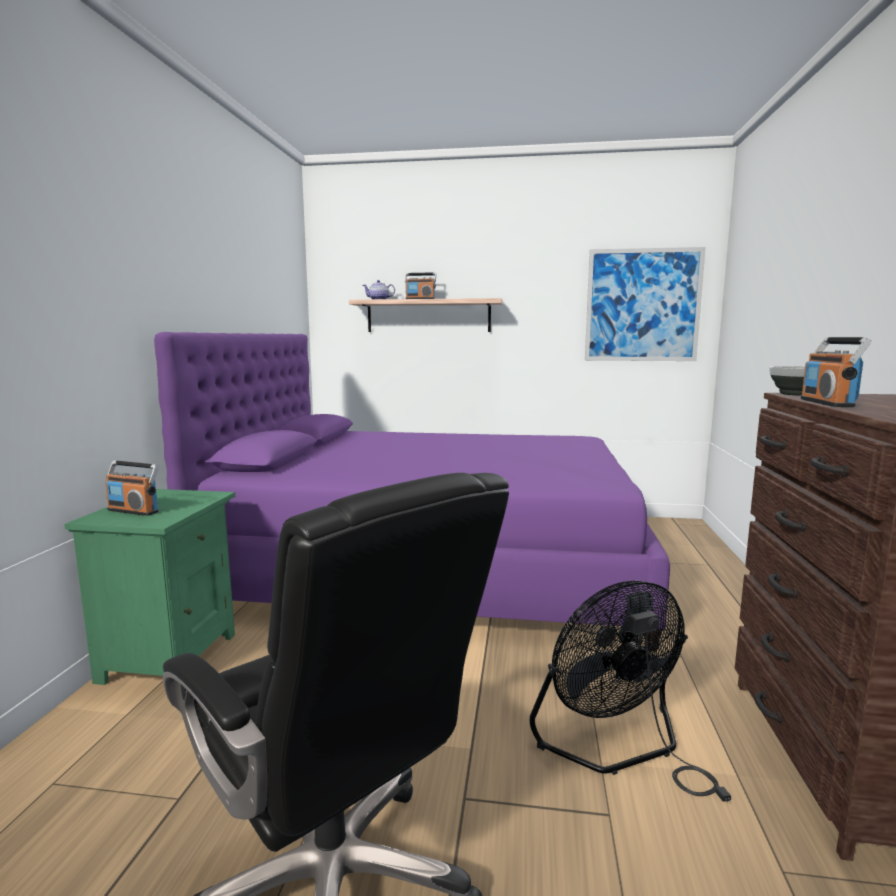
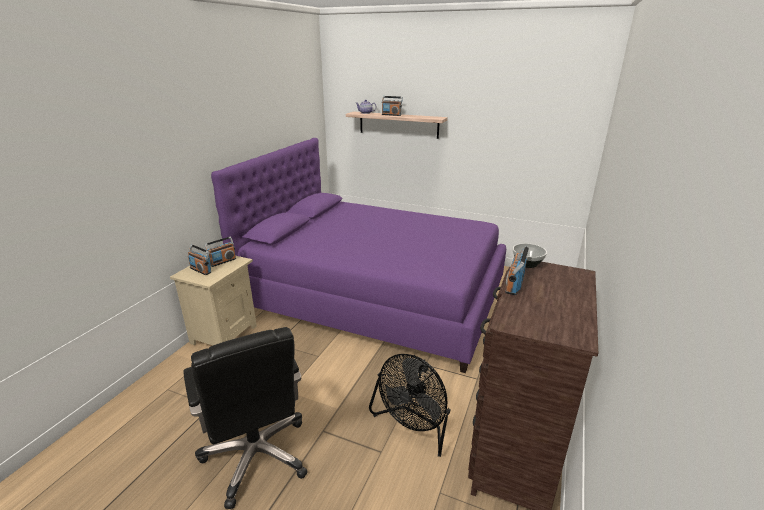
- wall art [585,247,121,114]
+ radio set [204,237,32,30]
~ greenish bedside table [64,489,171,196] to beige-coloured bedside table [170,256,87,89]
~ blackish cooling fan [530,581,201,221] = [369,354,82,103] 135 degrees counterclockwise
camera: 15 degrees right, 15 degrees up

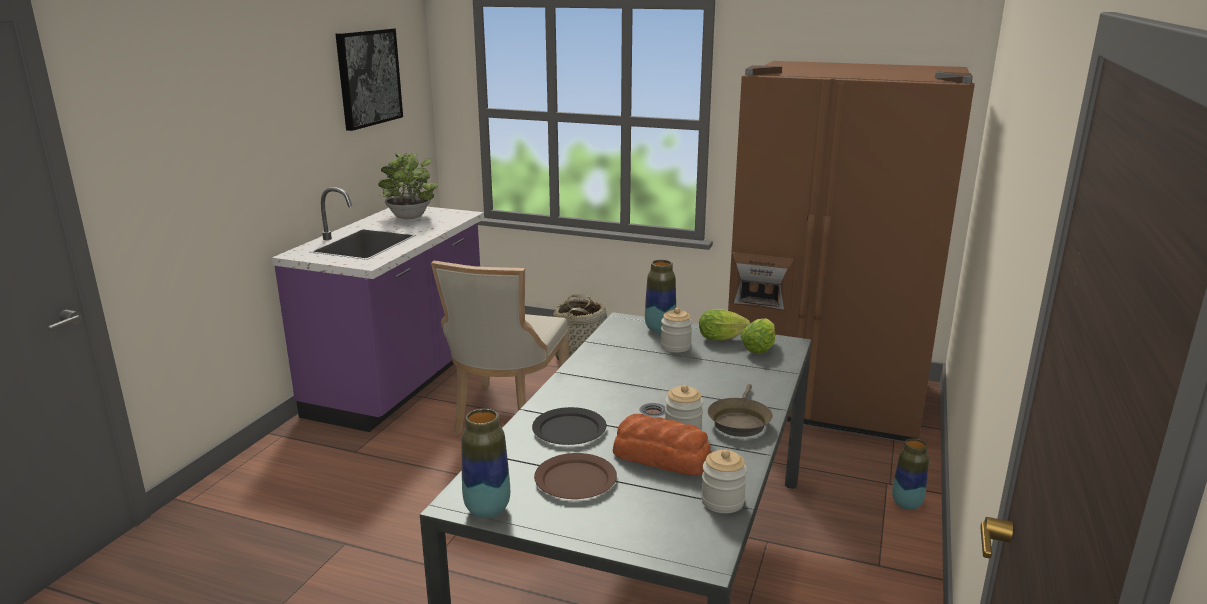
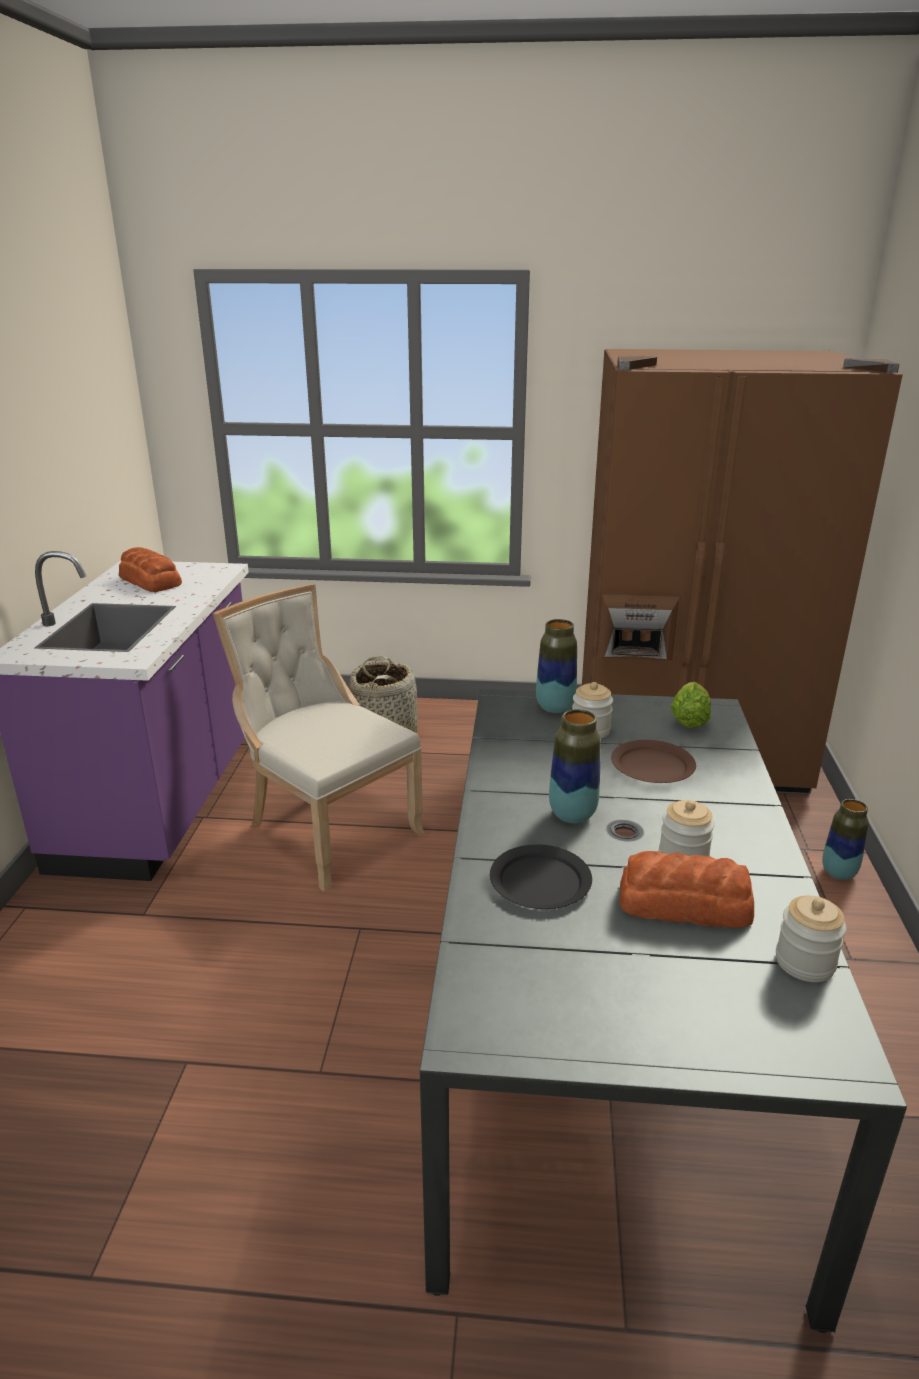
- wall art [336,28,67,103]
- lettuce head [699,309,51,31]
- brown skillet [708,384,65,53]
~ vase [461,409,49,109] to [549,709,52,114]
~ brown plate [534,453,83,46] to [611,740,85,43]
~ plant in a pot [378,153,60,66] to bakery bread [119,547,63,45]
~ beige-coloured chair [431,261,138,175] = [213,584,212,308] 135 degrees clockwise
camera: 15 degrees left, 5 degrees up

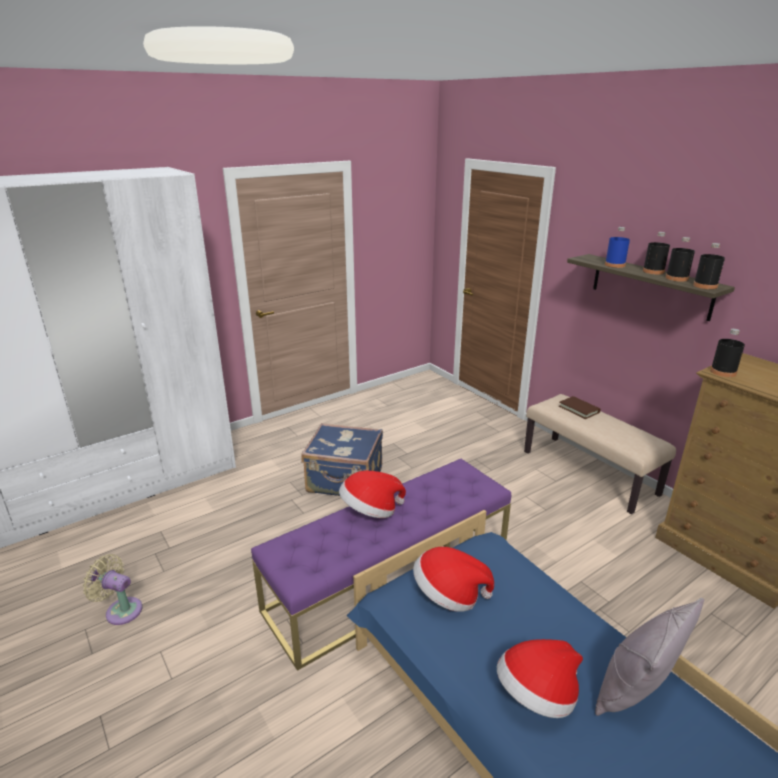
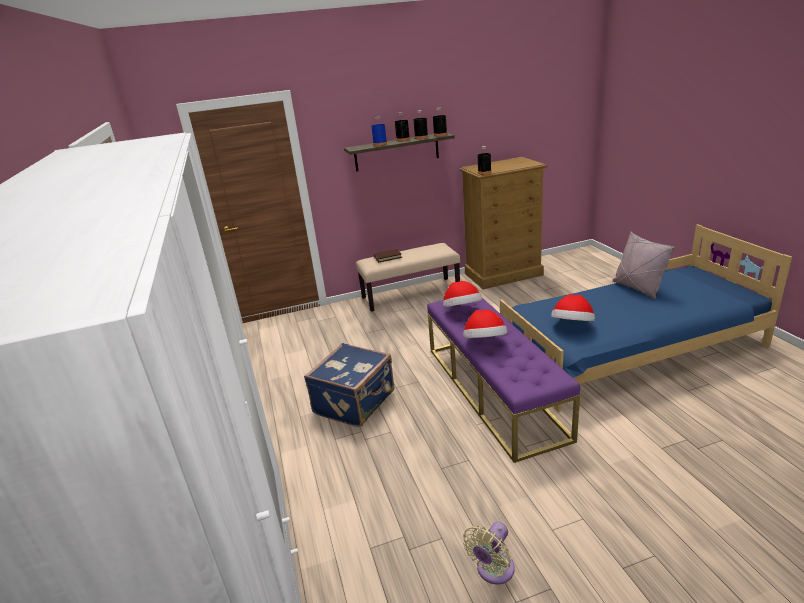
~ clothing hat [497,639,86,79] to [443,281,39,26]
camera: 70 degrees left, 0 degrees up

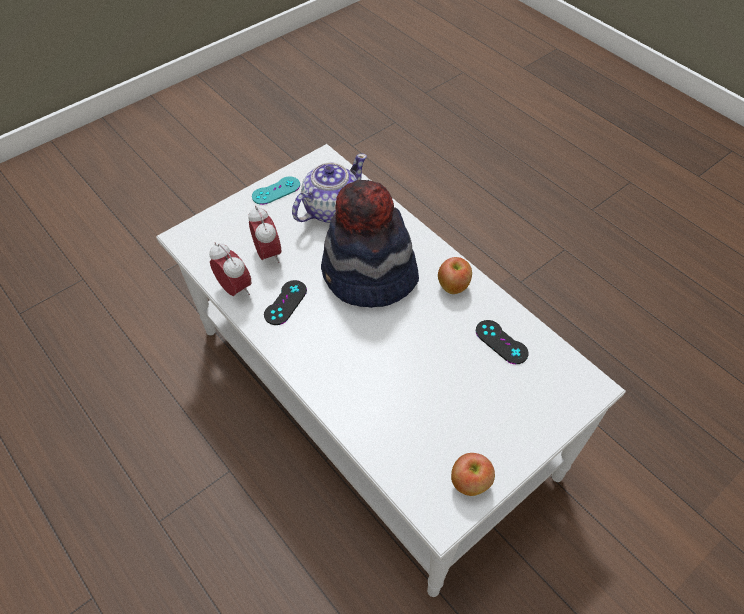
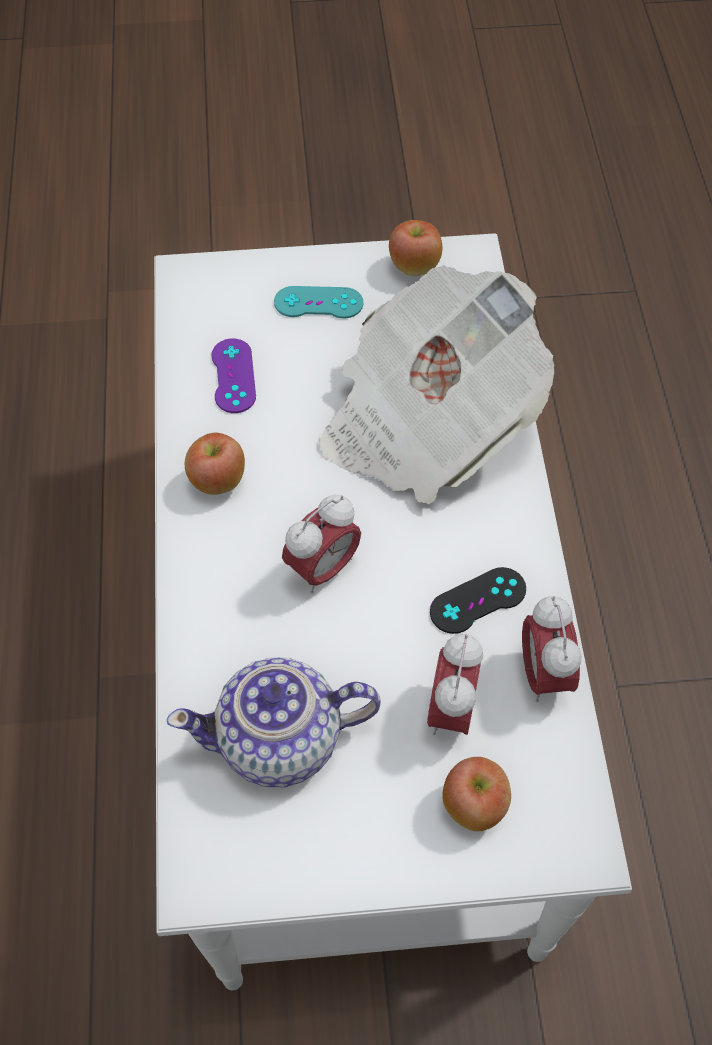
+ daily paper [319,265,235,239]
+ whole apple [442,757,69,74]
~ turquoise game controller [252,176,48,29] to [274,286,90,33]
~ clothing hat [321,180,98,128] to alarm clock [282,495,79,99]
~ blackish game controller [476,320,53,44] to purplish game controller [211,339,45,74]
camera: 145 degrees left, 5 degrees up

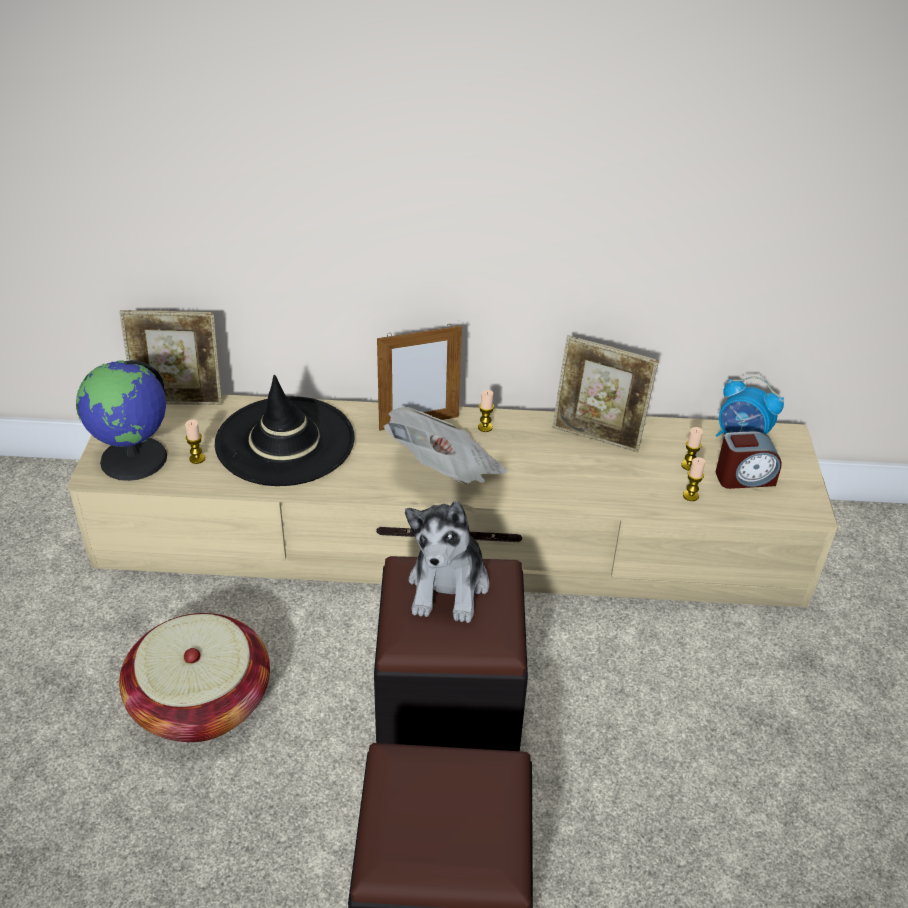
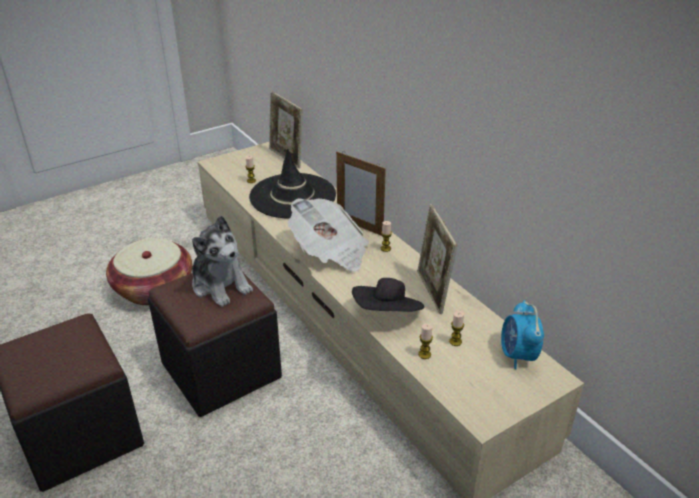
- world globe [76,360,91,121]
- alarm clock [716,431,66,58]
+ blackish clothing hat [352,278,72,34]
~ plush toy [405,501,84,122] = [192,215,61,92] 105 degrees counterclockwise
camera: 55 degrees right, 5 degrees down

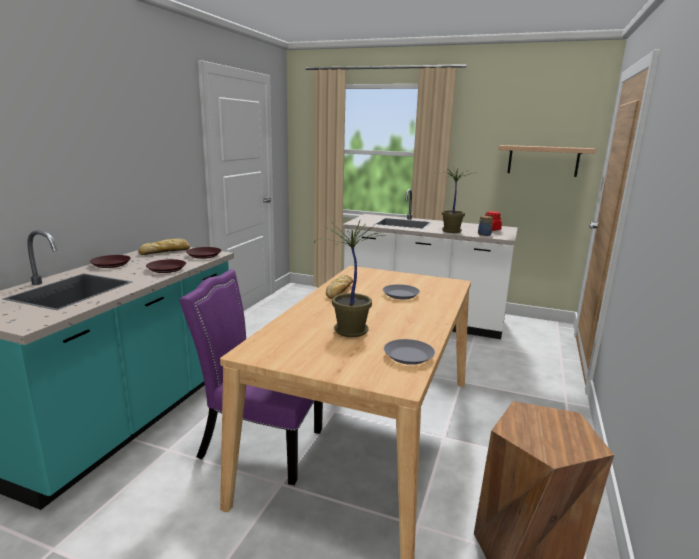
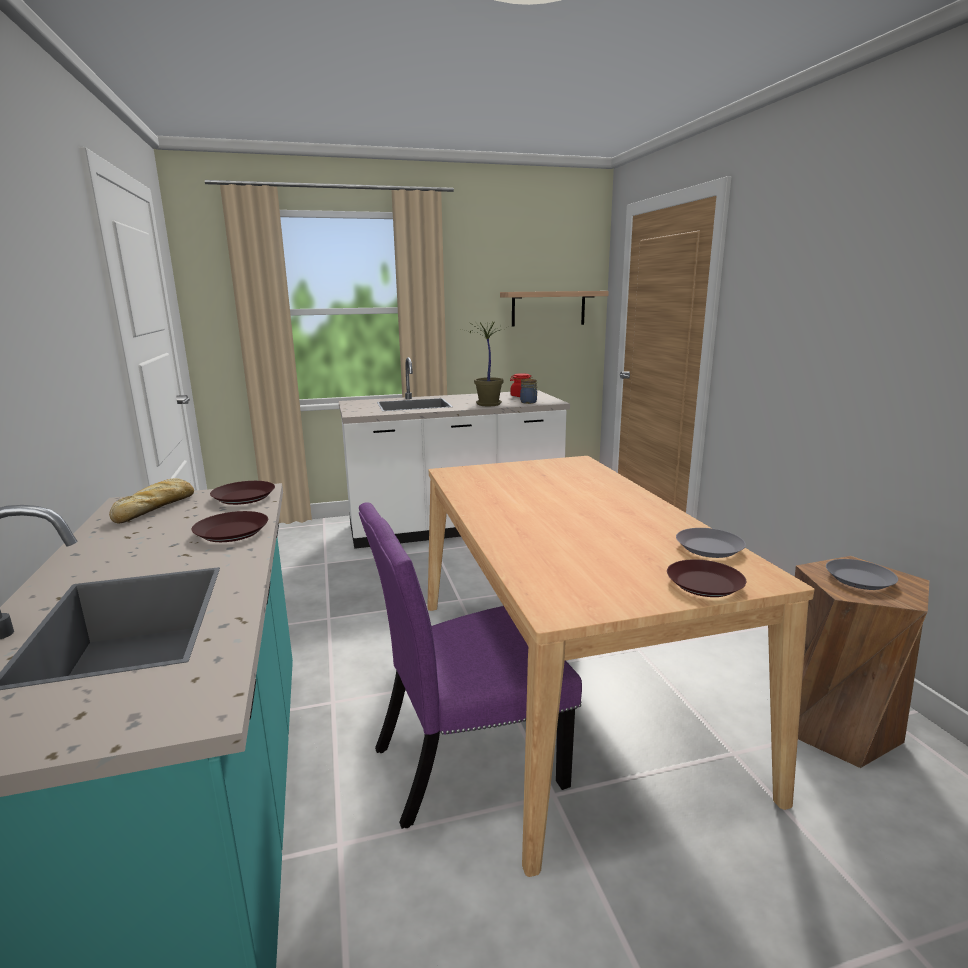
- plant in a pot [314,220,73,117]
- bakery bread [326,275,27,24]
~ brown plate [90,255,41,13] to [667,559,79,38]
~ greyish plate [383,284,37,16] to [826,559,72,31]
camera: 35 degrees left, 0 degrees up

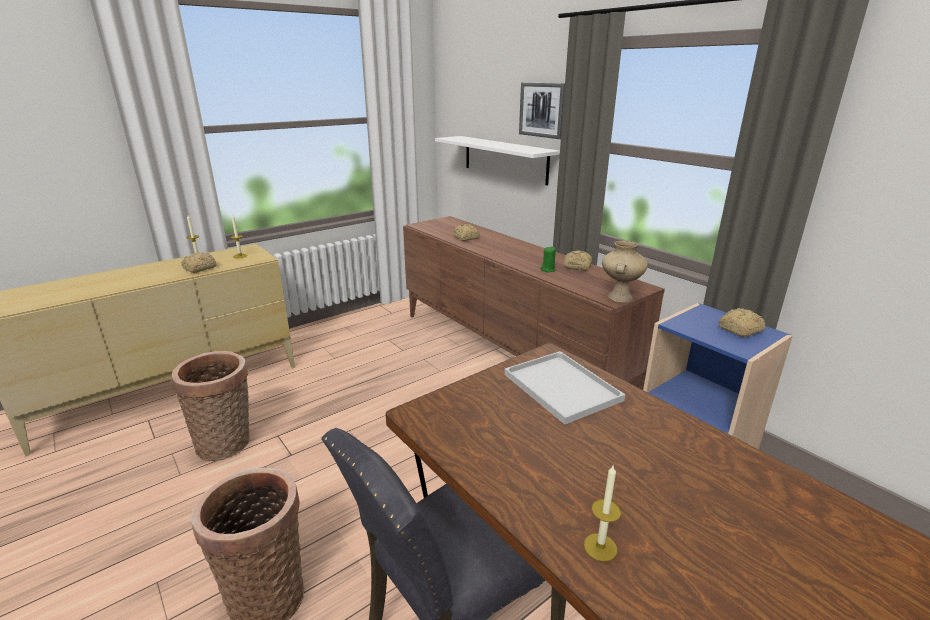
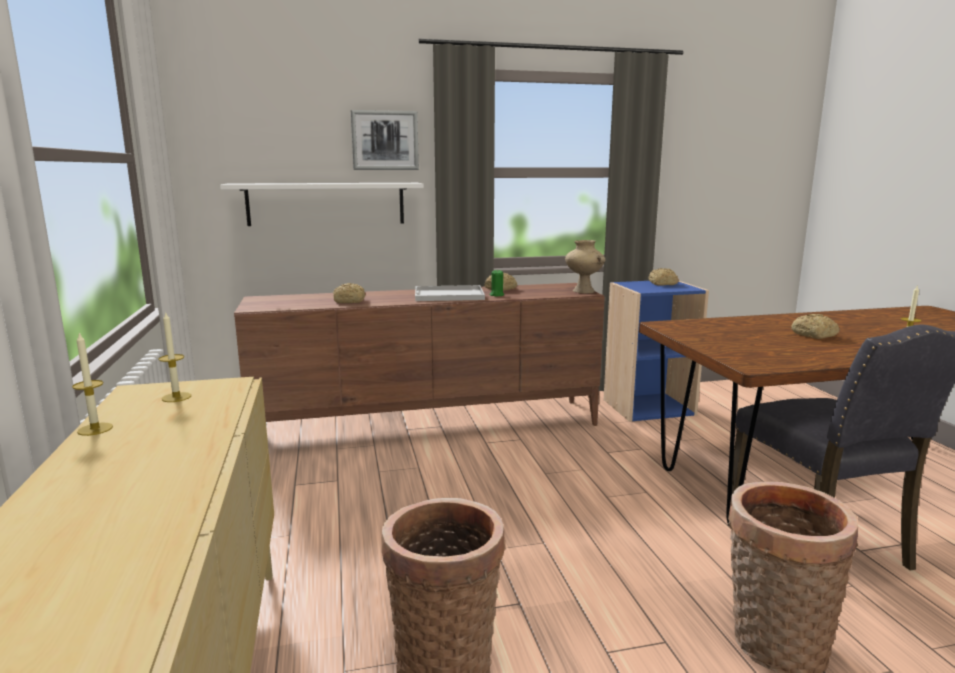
~ bakery bread [181,252,35,21] to [791,314,49,25]
~ white-coloured carrying tray [504,351,121,74] to [415,285,70,16]
camera: 65 degrees left, 10 degrees down

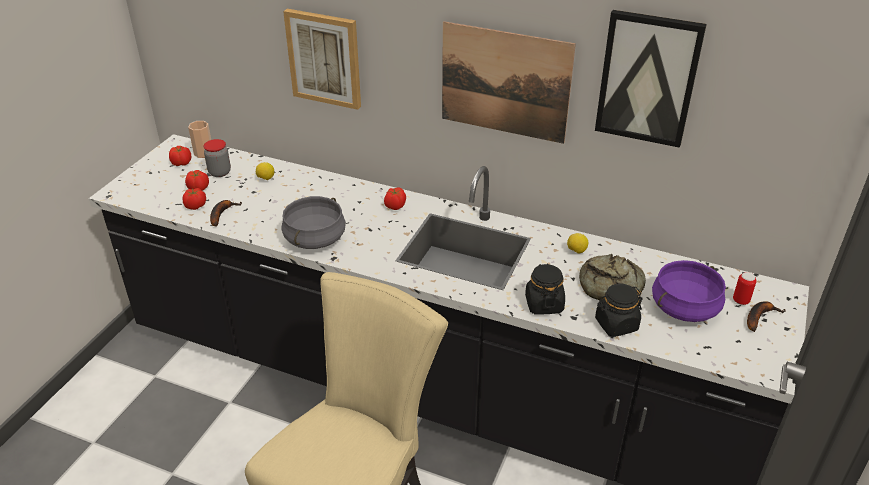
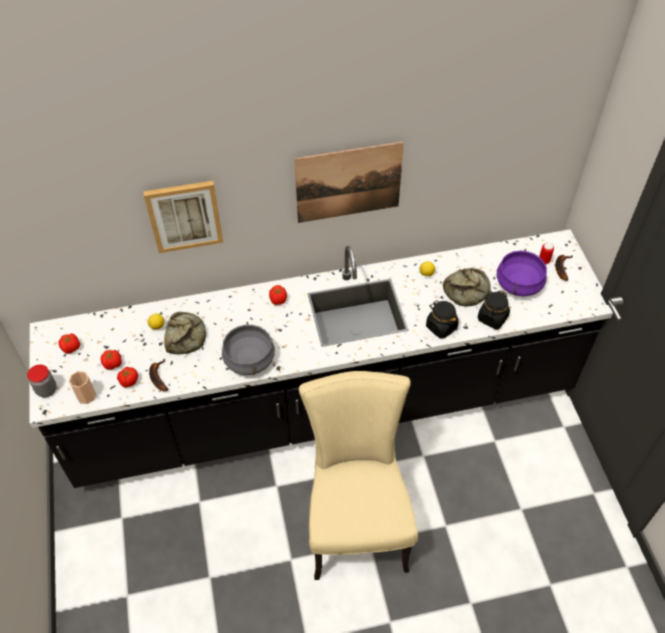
- wall art [595,10,112,138]
+ bakery bread [164,312,42,42]
~ drinking cup [188,121,23,37] to [69,371,27,33]
~ storage jar [204,139,27,38] to [27,364,30,33]
camera: 35 degrees left, 15 degrees up

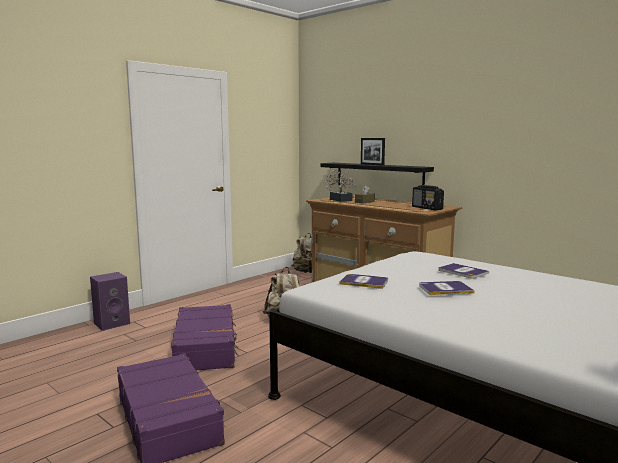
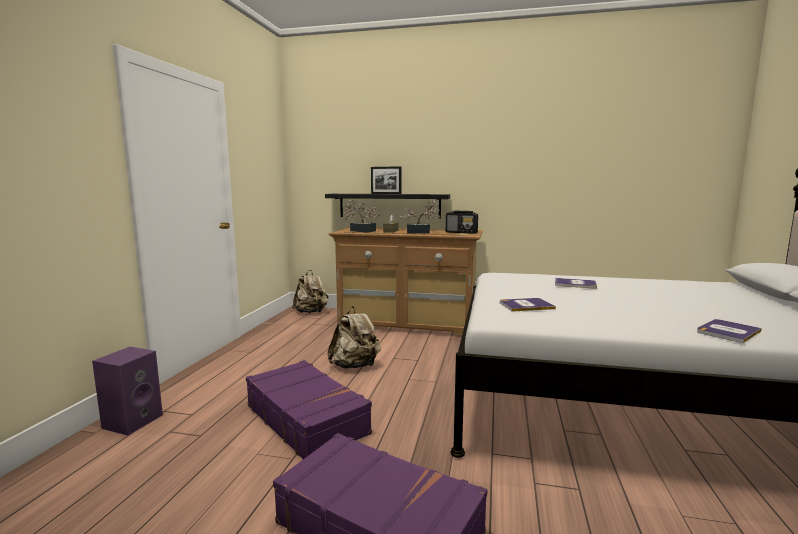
+ plant in a pot [400,201,40,33]
~ bound book [419,281,56,14] to [697,319,65,24]
camera: 30 degrees left, 0 degrees up

